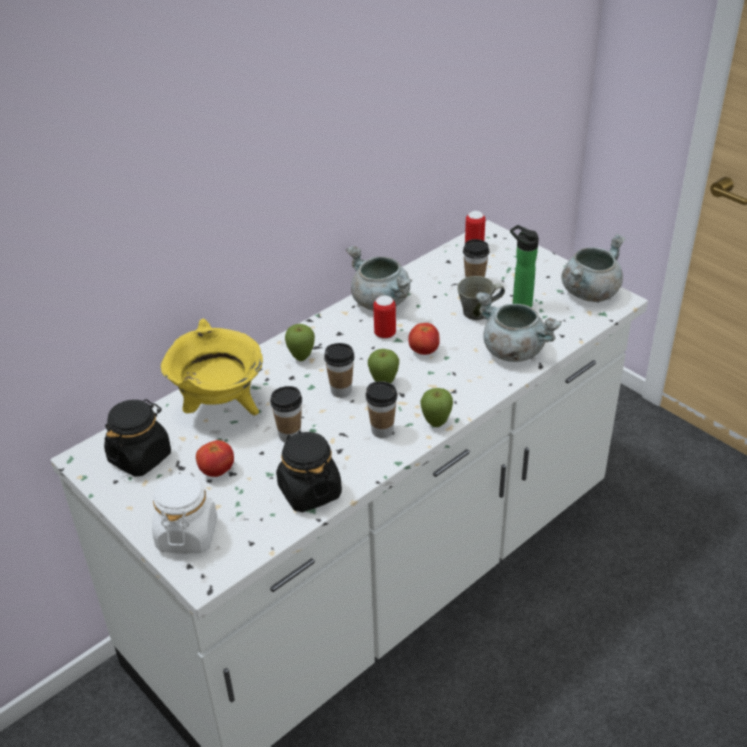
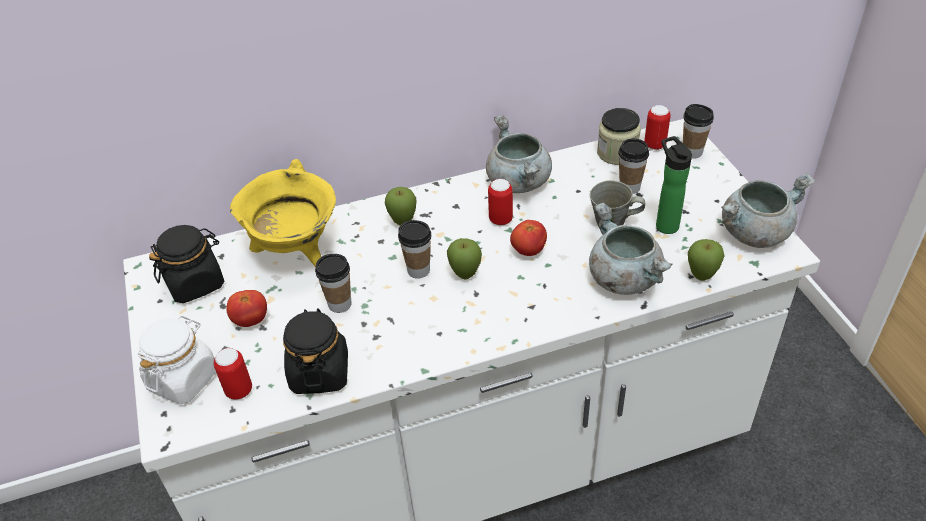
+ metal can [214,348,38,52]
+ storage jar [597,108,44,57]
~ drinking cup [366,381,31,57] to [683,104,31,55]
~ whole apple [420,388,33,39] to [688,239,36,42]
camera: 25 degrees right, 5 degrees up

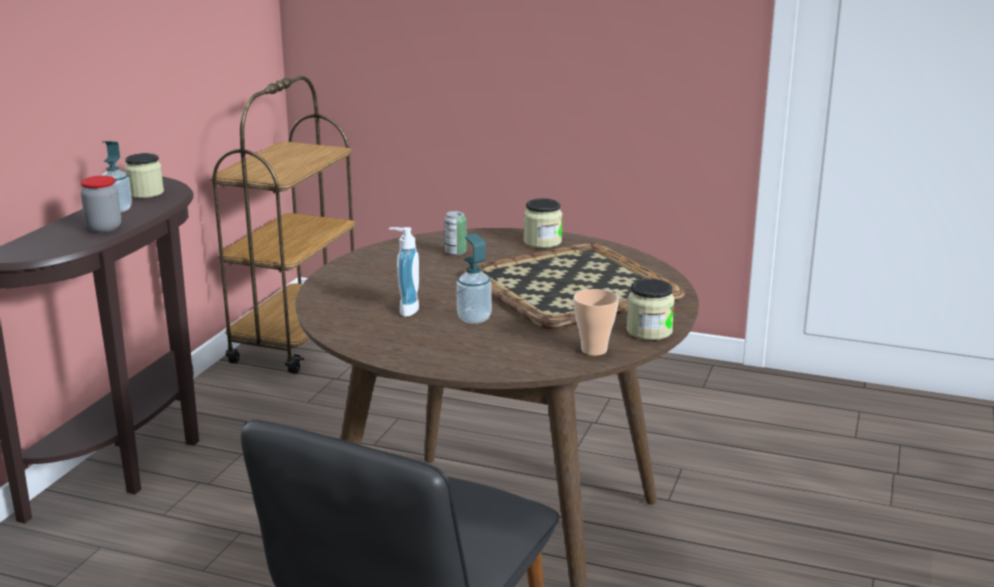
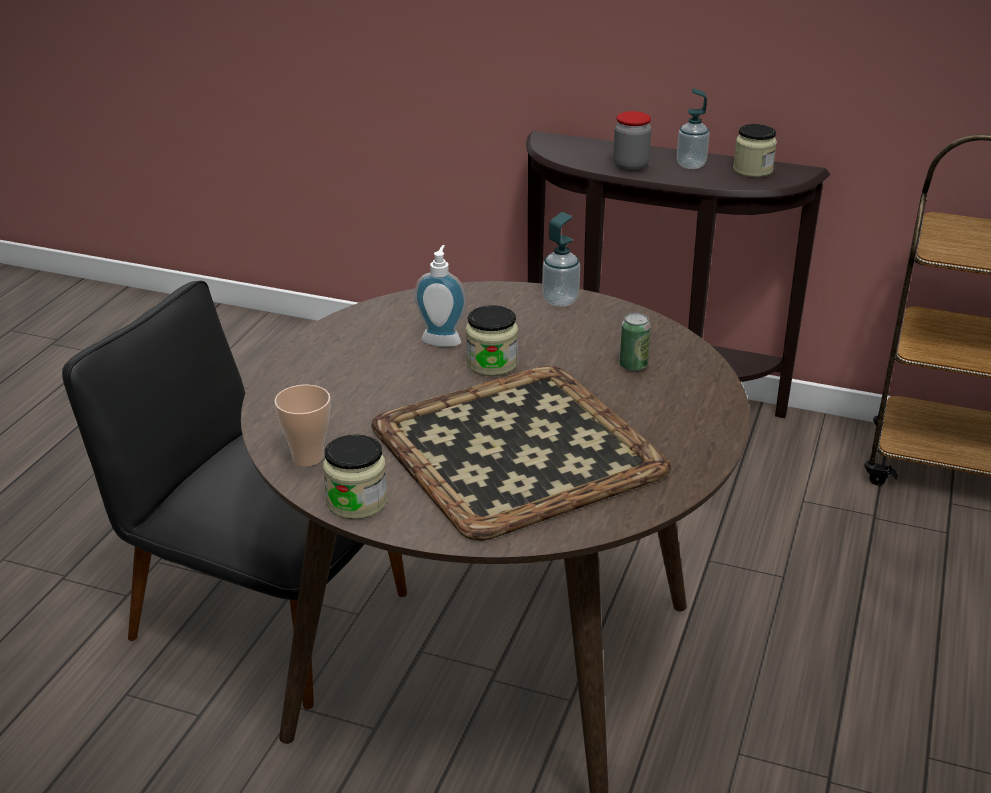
~ soap bottle [456,233,36,91] to [542,212,38,95]
~ storage jar [524,198,38,50] to [466,305,52,71]
camera: 90 degrees right, 10 degrees up

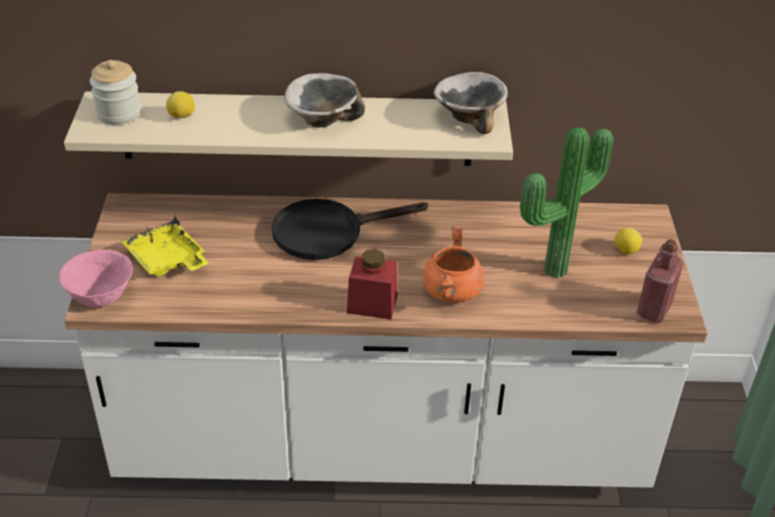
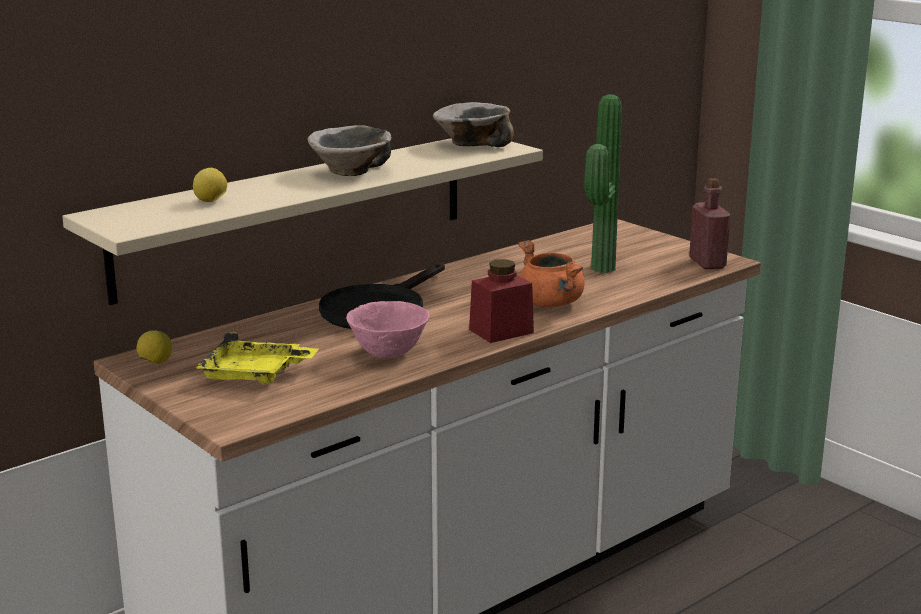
- storage jar [90,60,51,65]
~ pink-coloured serving bowl [59,249,74,58] to [346,301,84,57]
~ citrus fruit [614,227,28,27] to [136,330,36,34]
camera: 40 degrees left, 20 degrees down

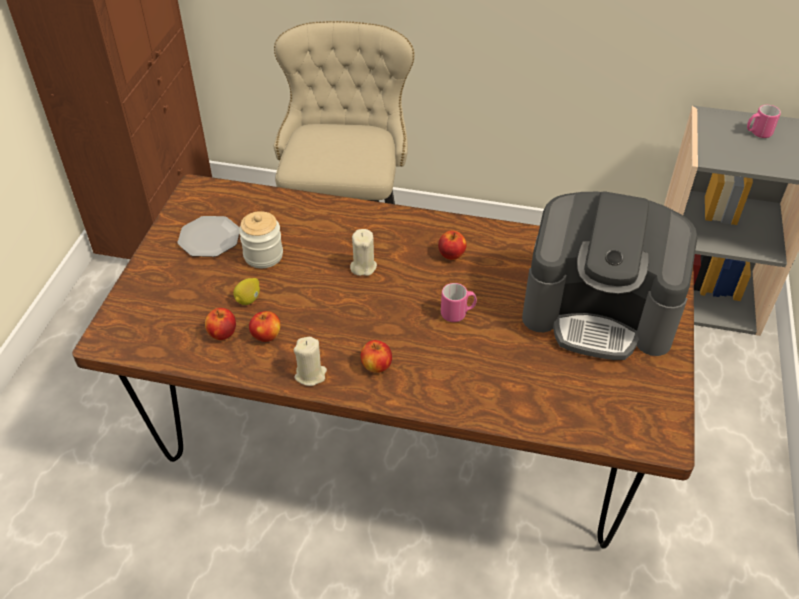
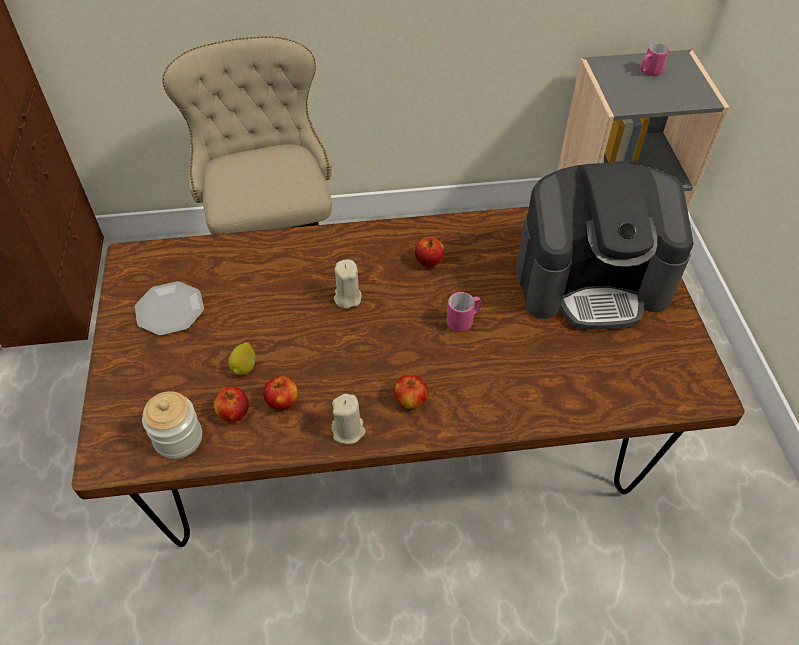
~ storage jar [239,211,44,57] to [142,391,60,68]
camera: 20 degrees left, 5 degrees up

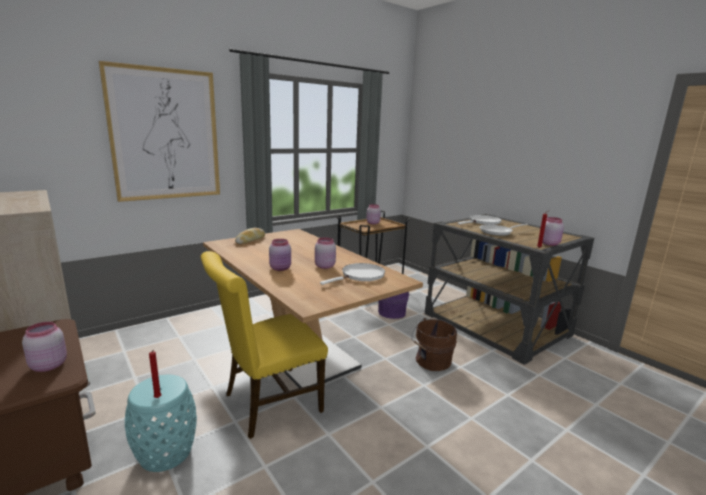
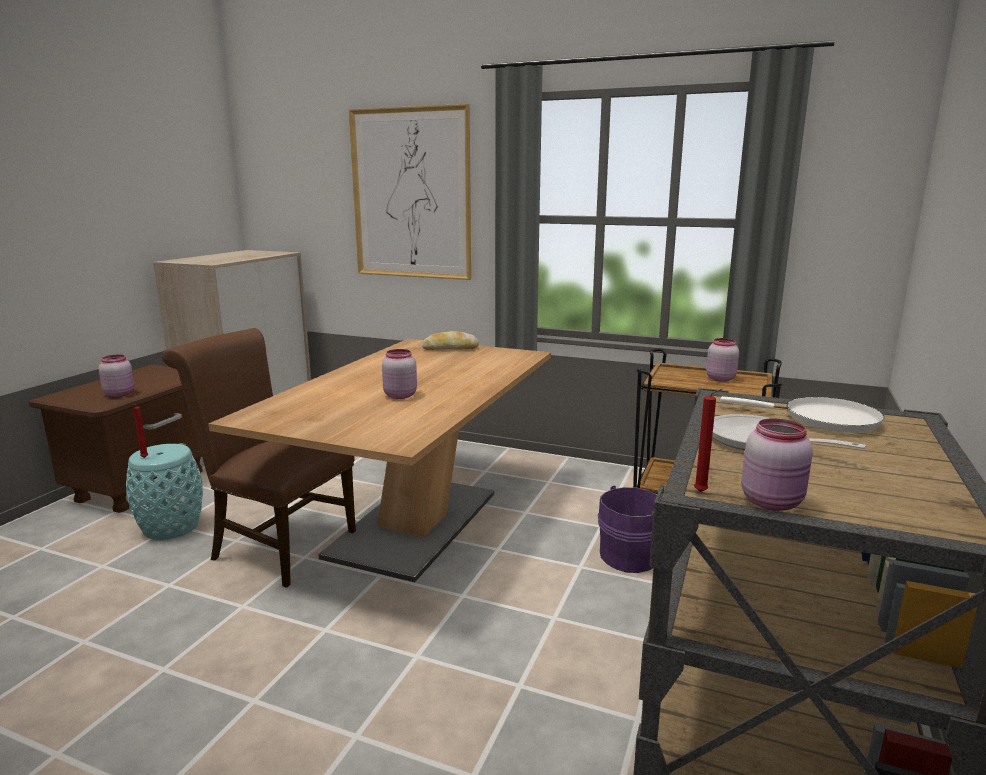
- pink-coloured storage jar [269,239,22,32]
- white-coloured skillet [320,263,65,22]
- brown water bucket [411,318,46,53]
~ yellow chair [201,251,127,188] to brown chair [162,328,194,260]
camera: 60 degrees right, 0 degrees up

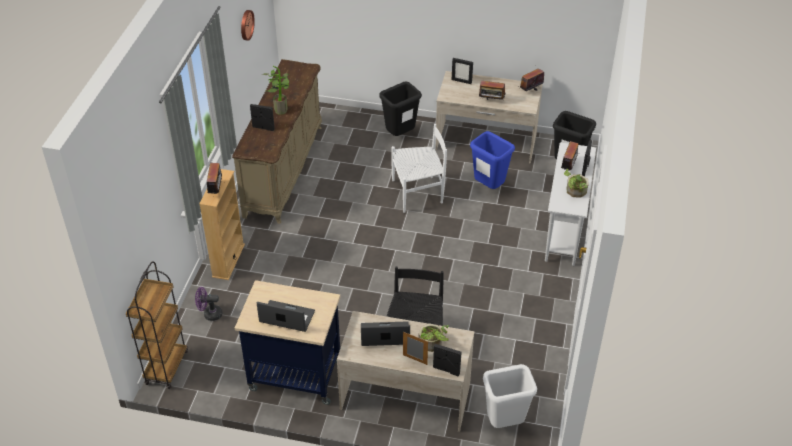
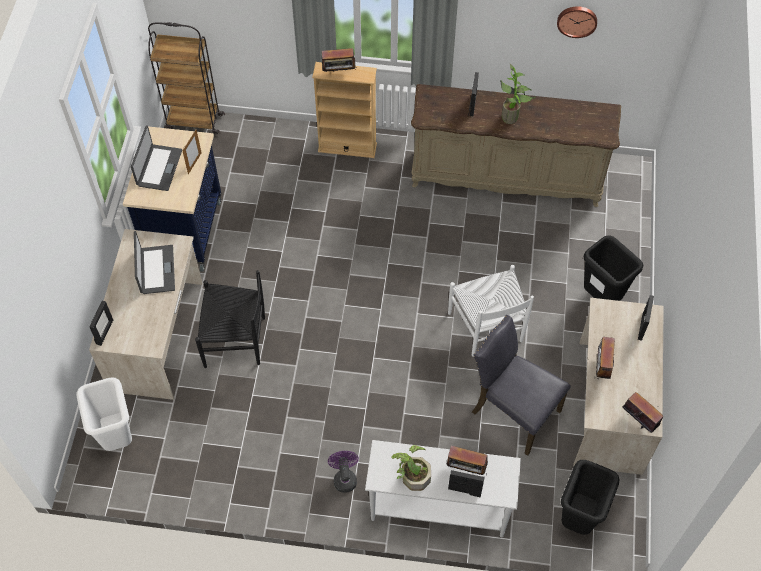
- plant in a pot [418,324,31,28]
~ purplish cooling fan [195,287,27,34] to [328,451,31,42]
~ picture frame [403,332,25,33] to [183,129,19,45]
~ blue trash can [470,131,45,58] to greyish chair [472,315,99,141]
camera: 85 degrees right, 15 degrees up

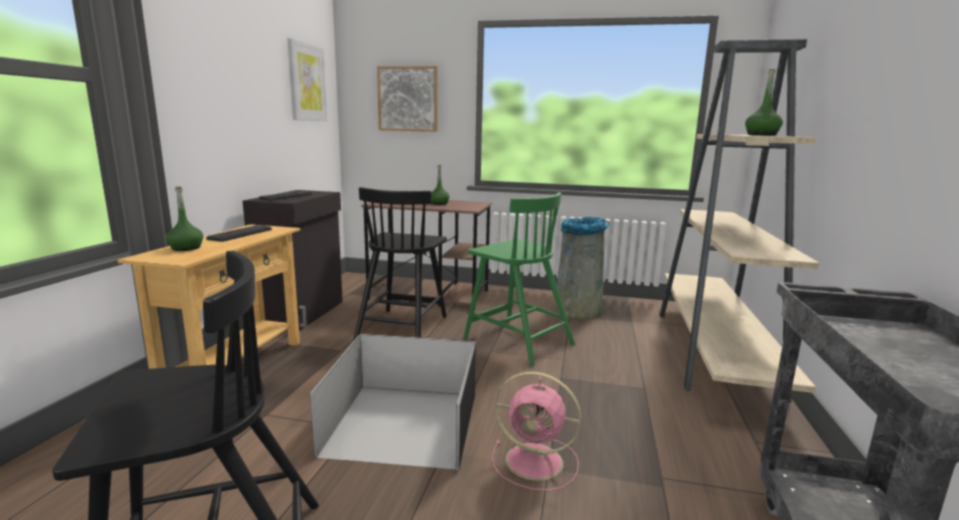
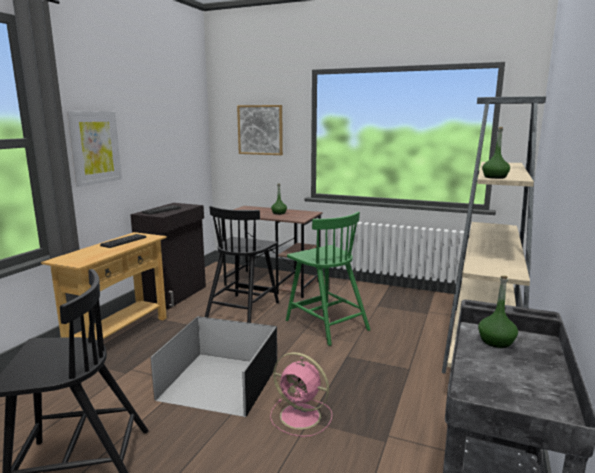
- greyish trash can [555,217,55,102]
~ greenish drink bottle [166,187,37,64] to [478,276,40,72]
~ wall art [287,38,41,83] to [67,111,55,76]
camera: 10 degrees right, 0 degrees up

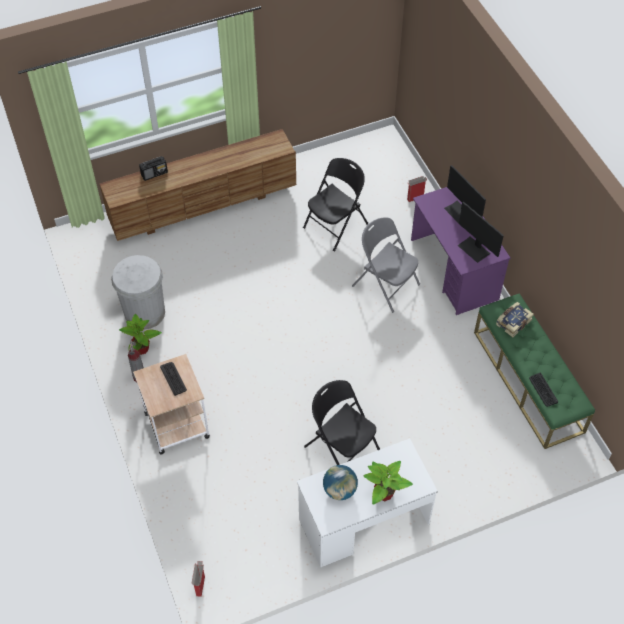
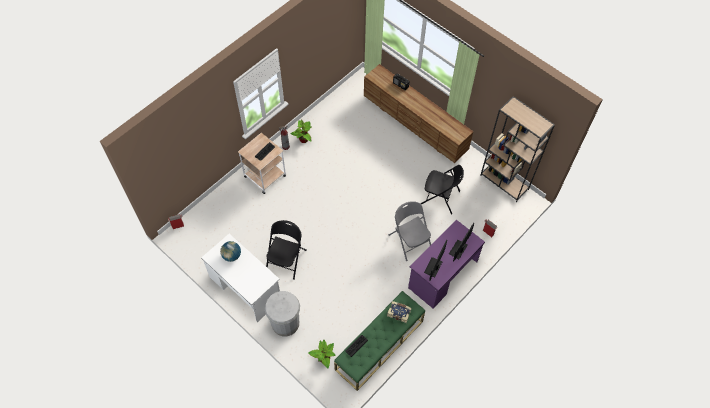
+ bookshelf [480,96,75,107]
~ white-coloured trash can [111,255,54,75] to [265,291,35,45]
~ plant in a pot [364,461,49,44] to [308,340,28,28]
~ greyish chair [352,217,68,96] = [389,201,42,61] 45 degrees counterclockwise
camera: 65 degrees right, 5 degrees up

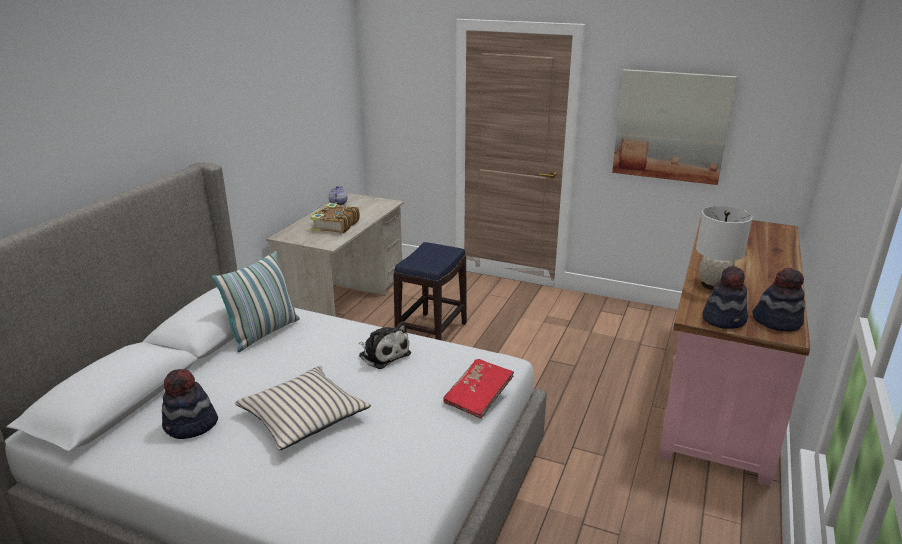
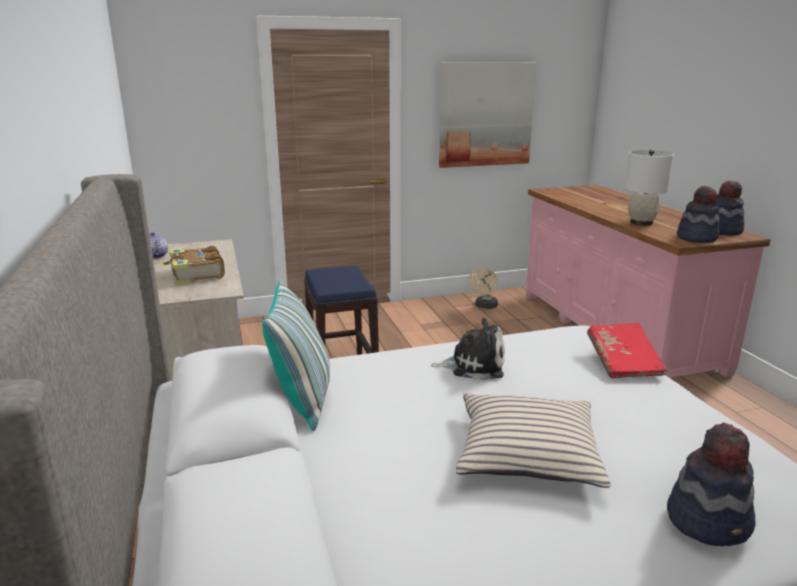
+ beige-coloured cooling fan [469,267,29,42]
~ clothing hat [162,369,56,70] to [667,423,89,123]
camera: 40 degrees left, 5 degrees down

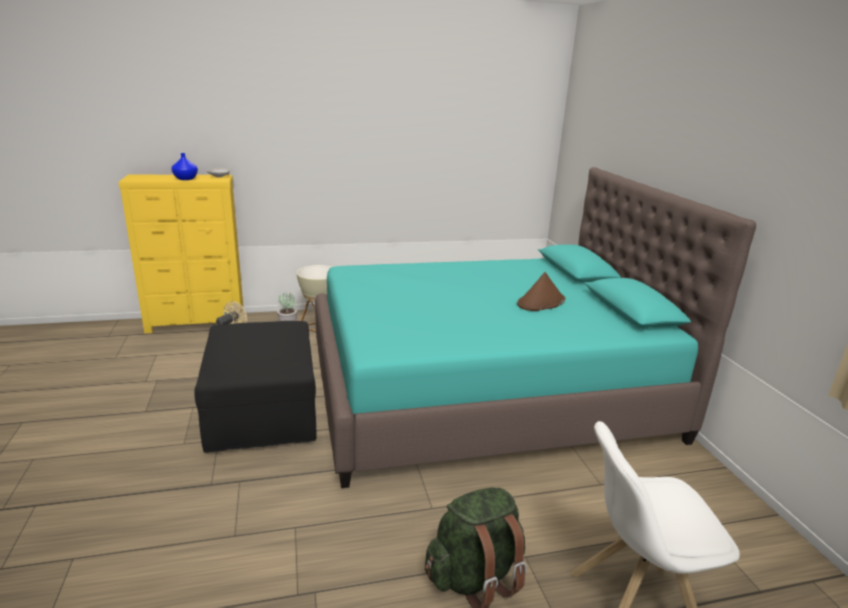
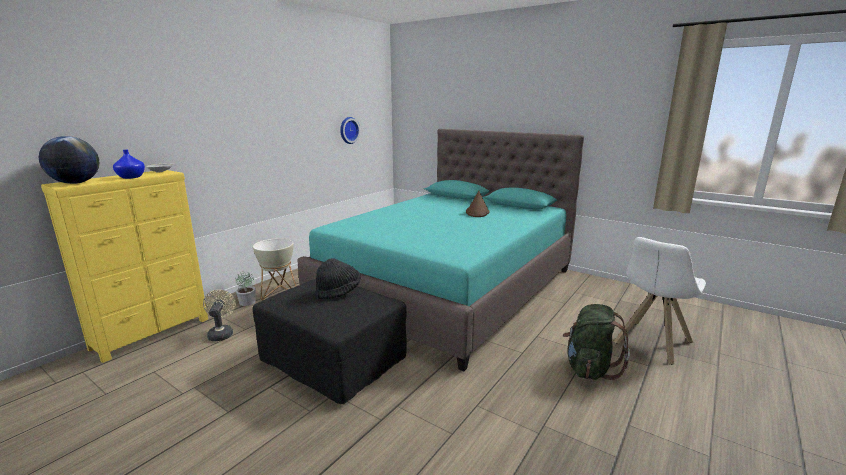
+ world globe [39,136,60,48]
+ blackish clothing hat [315,258,46,41]
+ hanging clock [340,117,20,27]
camera: 40 degrees left, 5 degrees down

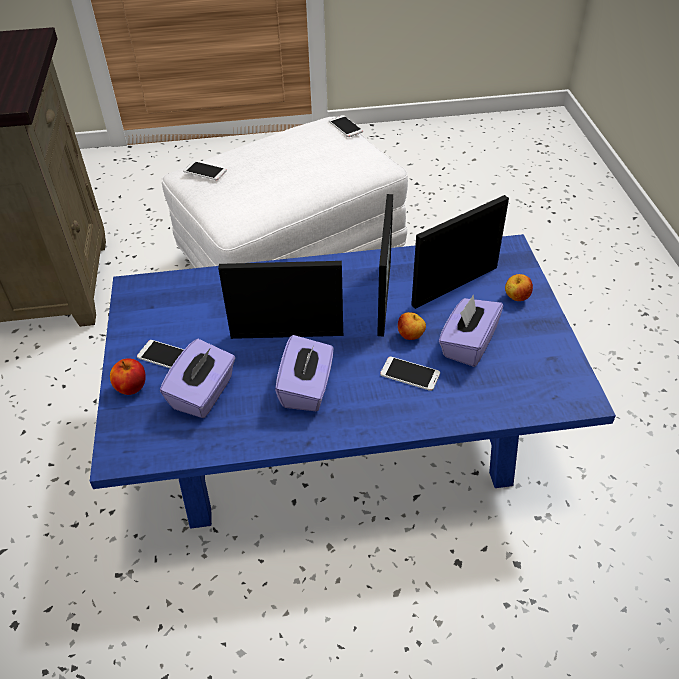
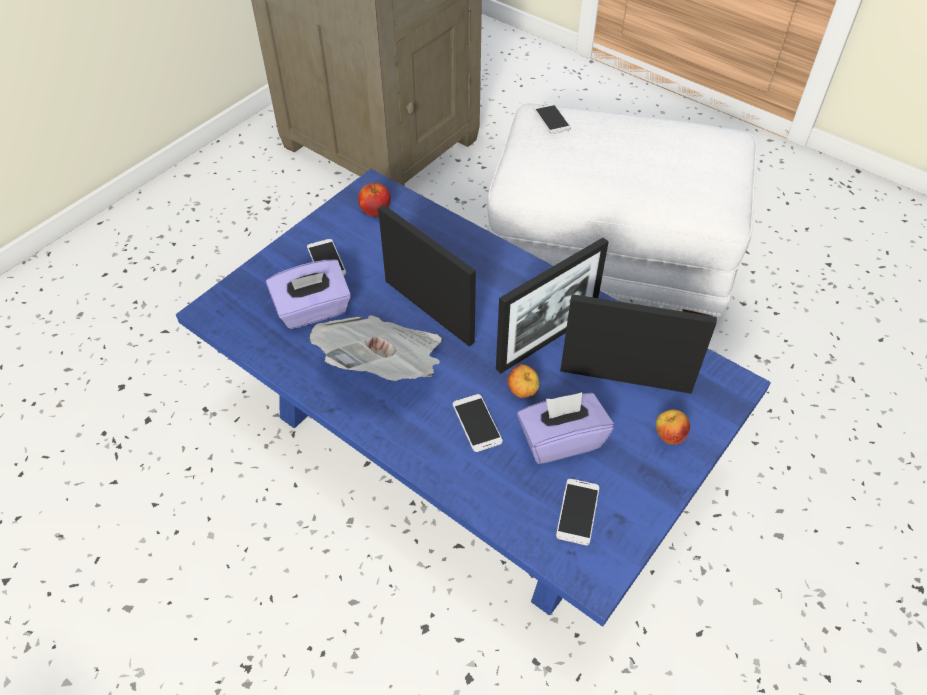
~ whole apple [110,358,36,37] to [358,183,33,33]
~ phone [329,115,34,22] to [556,478,44,67]
~ purplish tissue box [275,335,58,76] to daily paper [310,315,132,66]
camera: 45 degrees right, 5 degrees up

